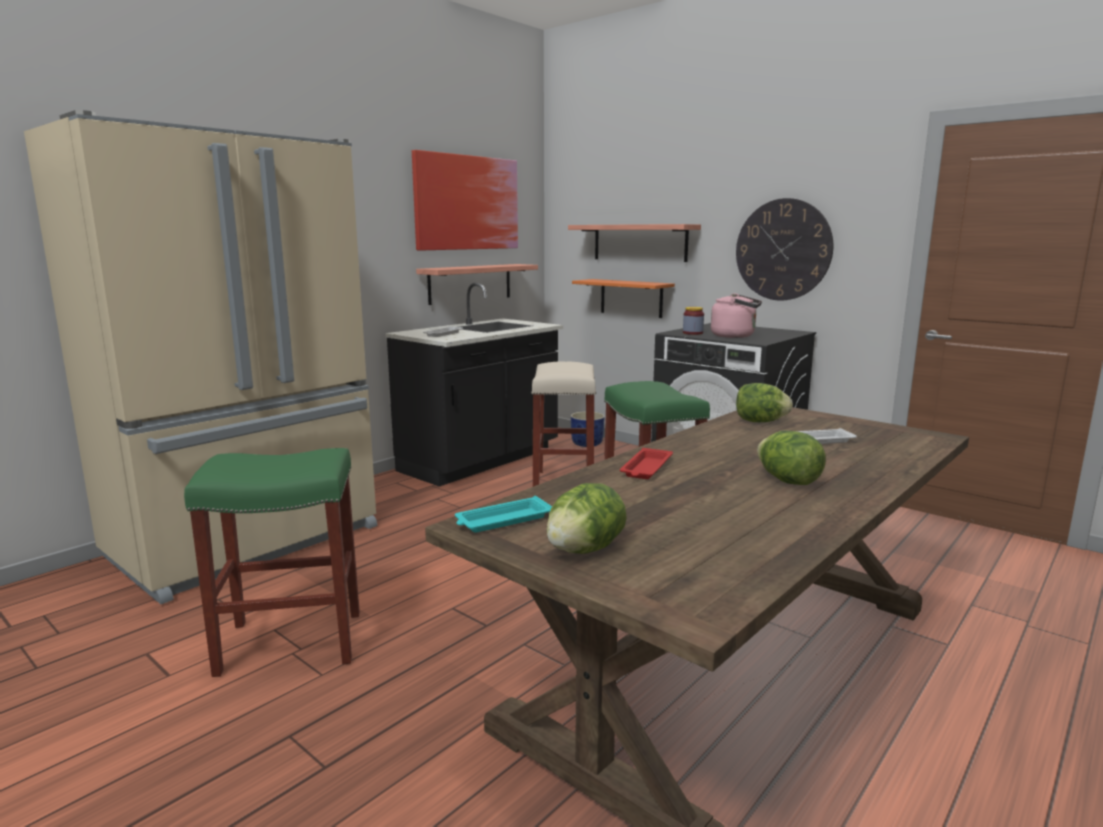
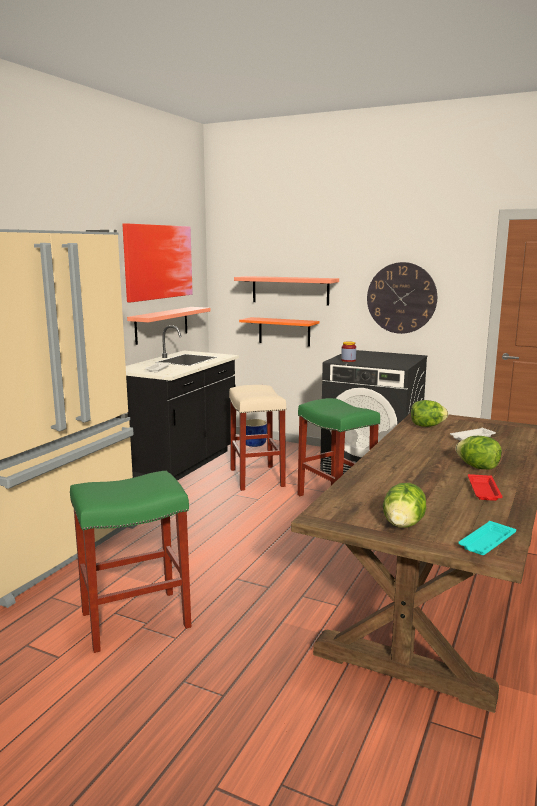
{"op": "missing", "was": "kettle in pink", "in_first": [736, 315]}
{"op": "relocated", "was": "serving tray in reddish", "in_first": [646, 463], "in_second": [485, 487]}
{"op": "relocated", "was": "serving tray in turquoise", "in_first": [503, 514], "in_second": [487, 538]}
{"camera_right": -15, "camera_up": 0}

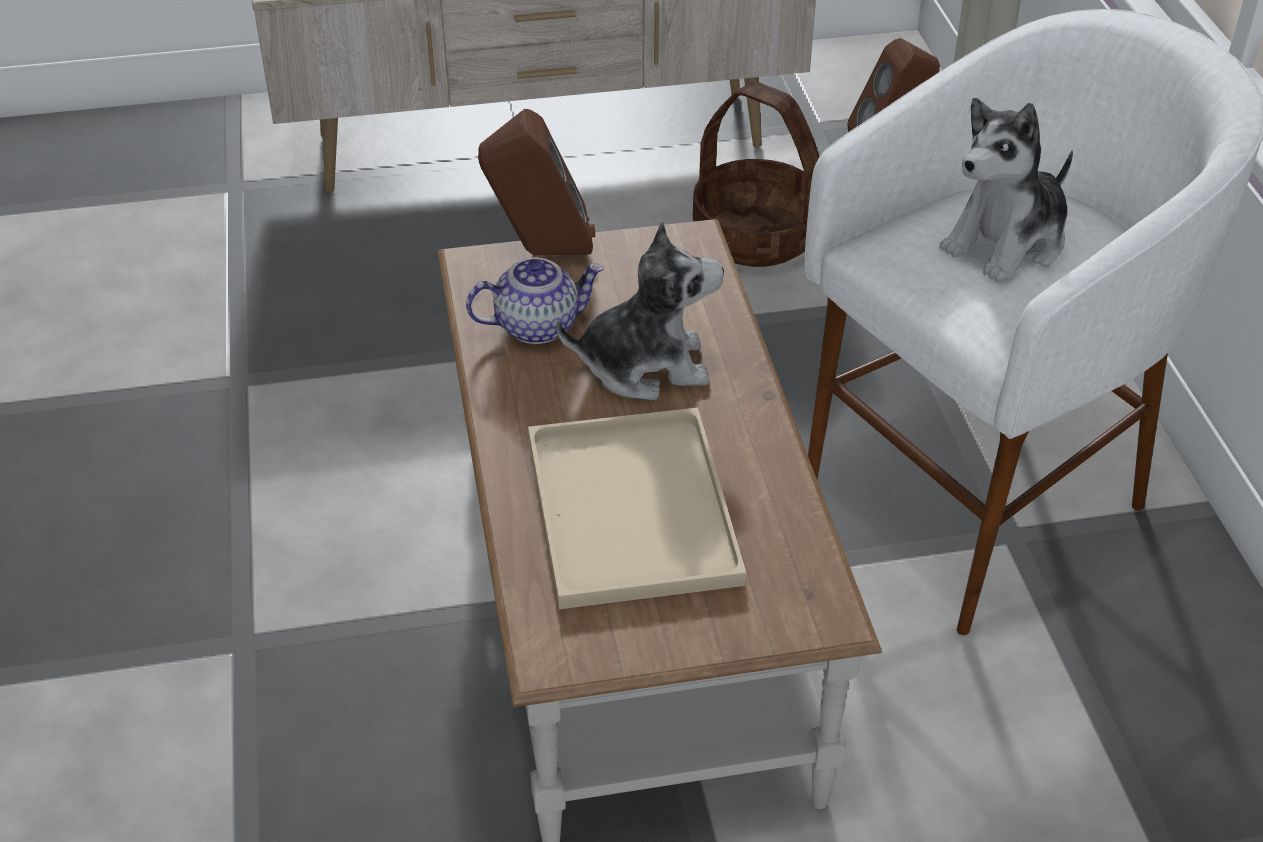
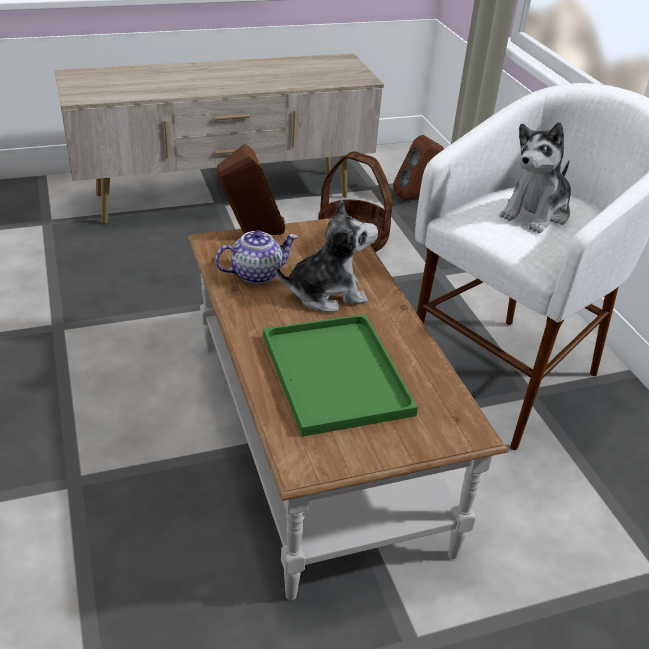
{"op": "colour", "was": "serving tray in beige-coloured", "now": "serving tray in greenish", "in_first": [637, 508], "in_second": [340, 375]}
{"camera_right": -10, "camera_up": -5}

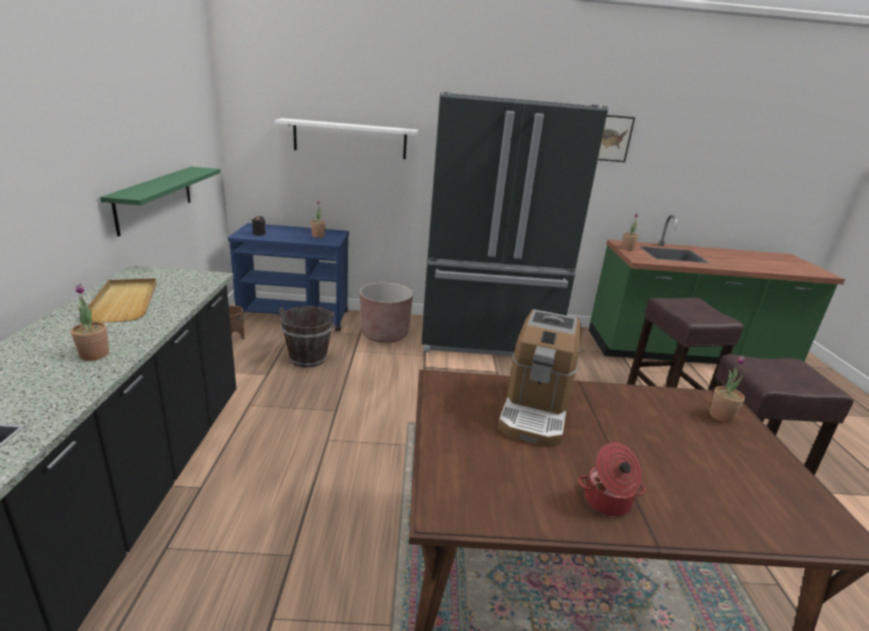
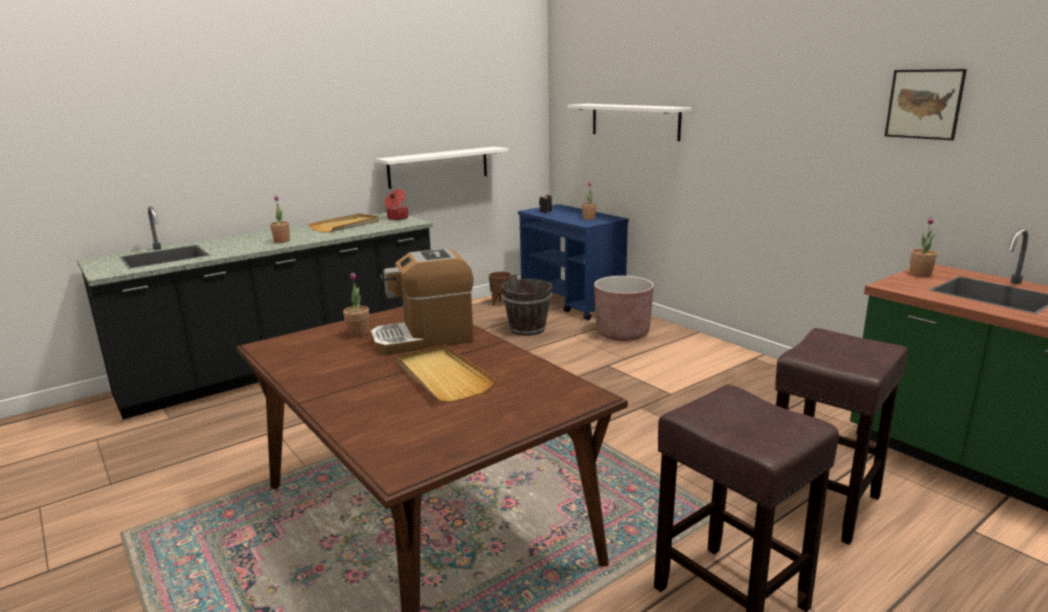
{"op": "missing", "was": "refrigerator in black", "in_first": [515, 224]}
{"op": "colour", "was": "shelf in greenish", "now": "shelf in whitish", "in_first": [160, 202], "in_second": [441, 168]}
{"op": "relocated", "was": "plant in a pot", "in_first": [727, 389], "in_second": [356, 305]}
{"op": "relocated", "was": "cooking pot", "in_first": [612, 479], "in_second": [396, 204]}
{"op": "appeared", "now": "serving tray in beige-coloured", "in_second": [446, 373]}
{"camera_right": 55, "camera_up": -5}

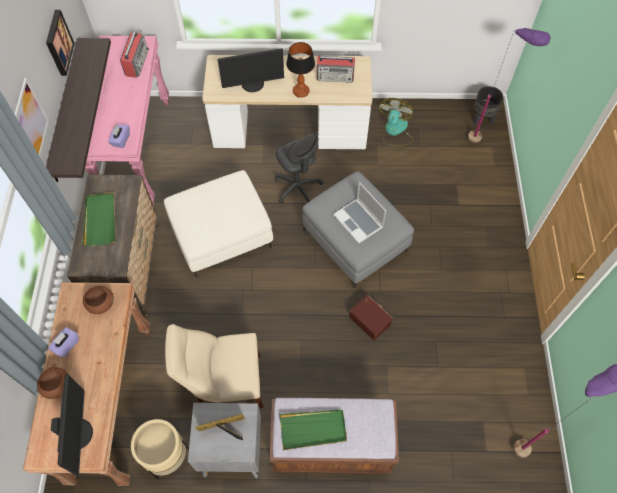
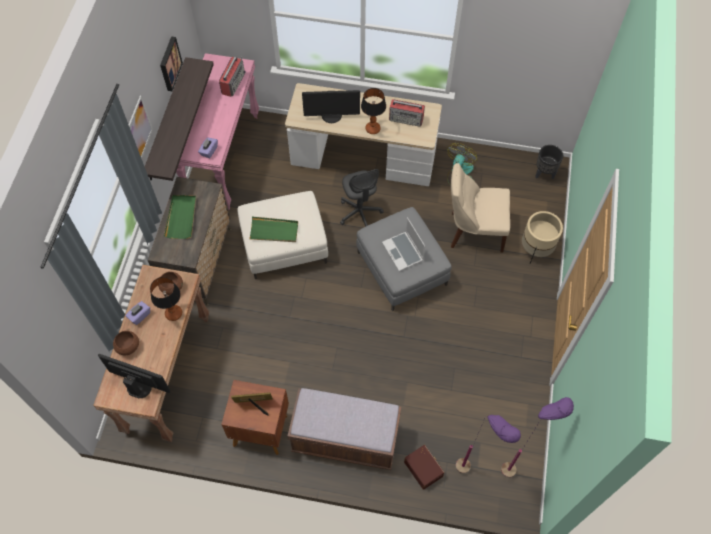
{"op": "relocated", "was": "standard lamp in purple-coloured", "in_first": [509, 85], "in_second": [488, 444]}
{"op": "relocated", "was": "storage box in brown", "in_first": [371, 317], "in_second": [424, 467]}
{"op": "relocated", "was": "upright chair in beige-coloured", "in_first": [214, 366], "in_second": [480, 208]}
{"op": "spun", "was": "monitor", "in_first": [72, 425], "in_second": [134, 376], "clockwise": -75}
{"op": "colour", "was": "night table in greyish", "now": "night table in brown", "in_first": [224, 440], "in_second": [255, 417]}
{"op": "relocated", "was": "serving tray in greenish", "in_first": [313, 430], "in_second": [273, 229]}
{"op": "relocated", "was": "planter in beige-coloured", "in_first": [160, 449], "in_second": [542, 237]}
{"op": "appeared", "now": "lamp for a table", "in_second": [166, 299]}
{"camera_right": 10, "camera_up": 0}

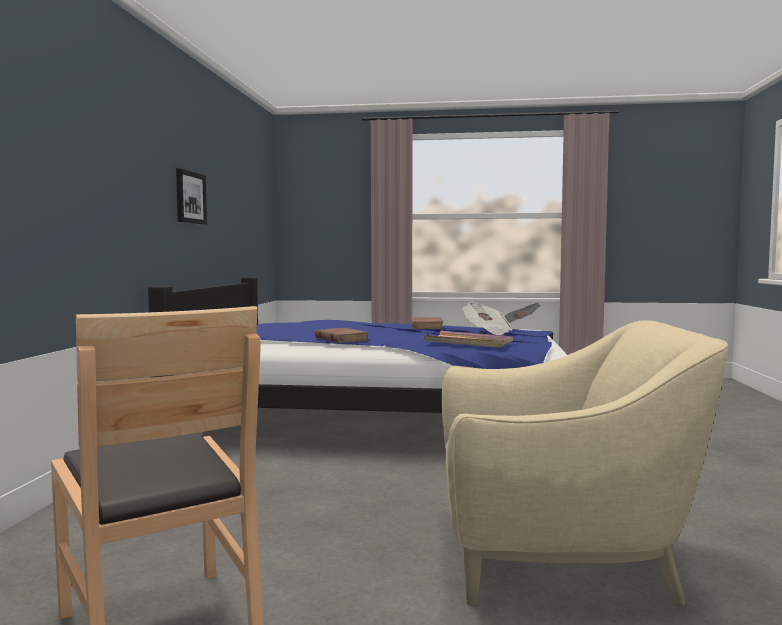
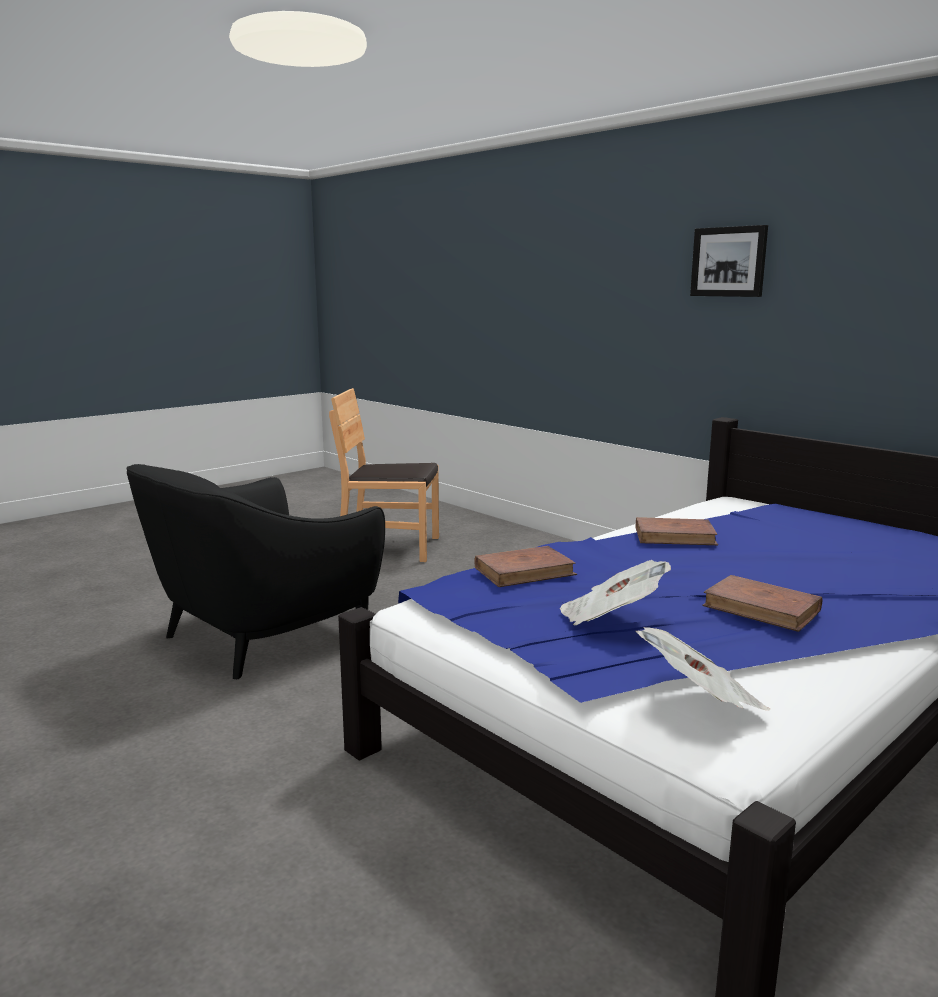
{"op": "relocated", "was": "wall art", "in_first": [191, 196], "in_second": [729, 261]}
{"op": "colour", "was": "armchair in beige-coloured", "now": "armchair in black", "in_first": [585, 463], "in_second": [255, 571]}
{"op": "exchanged", "was": "serving tray in pink", "now": "bound book in brown", "in_first": [468, 339], "in_second": [525, 566]}
{"camera_right": 130, "camera_up": 10}

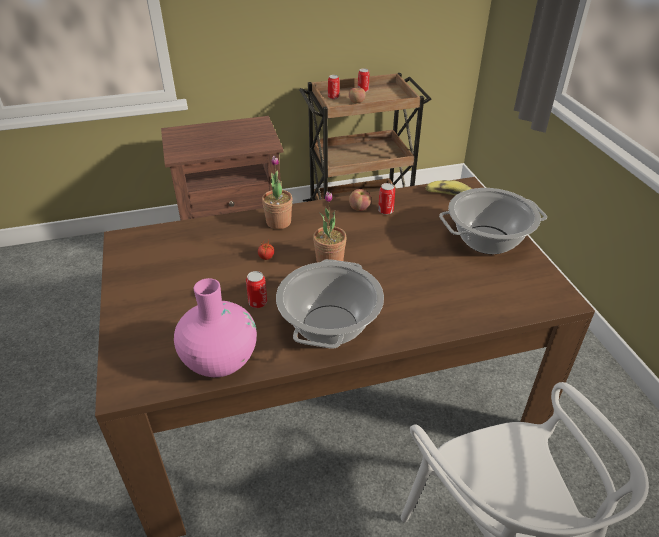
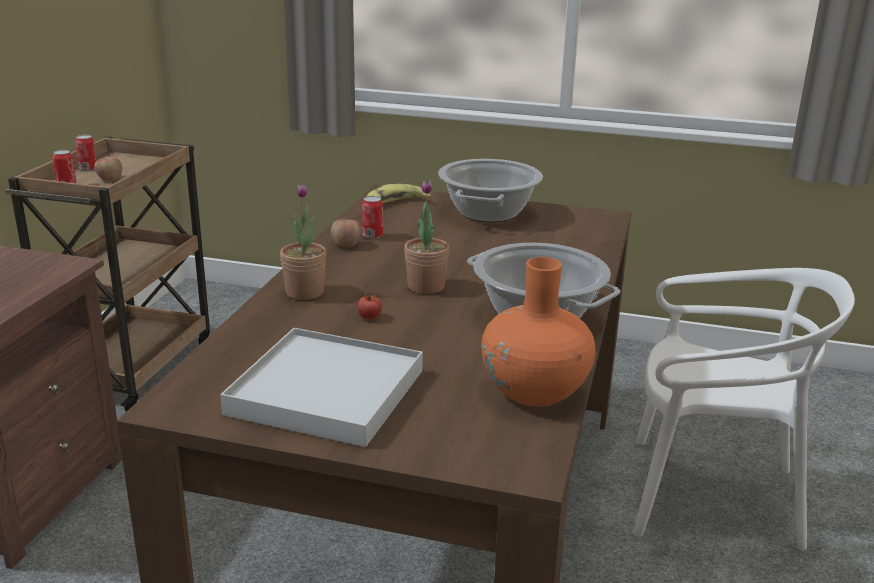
{"op": "missing", "was": "can", "in_first": [256, 289]}
{"op": "colour", "was": "vase in pink", "now": "vase in orangey", "in_first": [215, 327], "in_second": [538, 332]}
{"op": "appeared", "now": "serving tray in whitish", "in_second": [321, 387]}
{"camera_right": -60, "camera_up": -15}

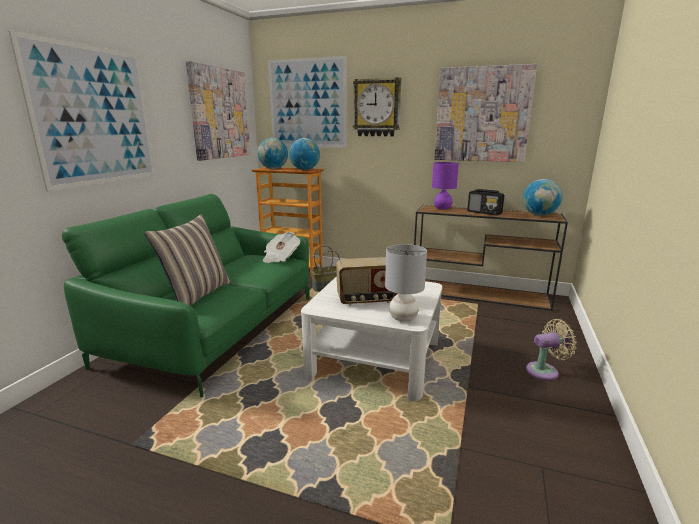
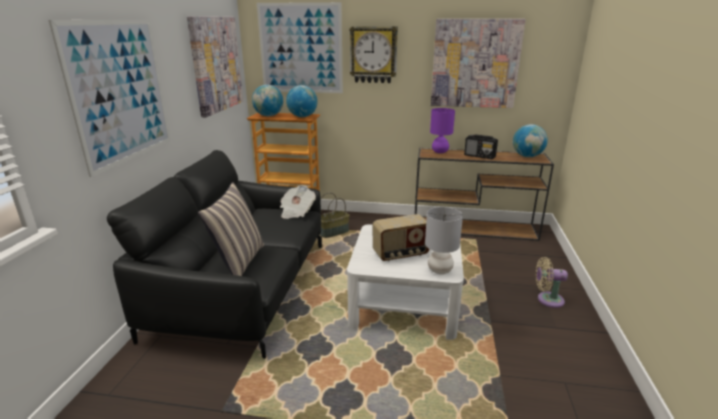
{"op": "colour", "was": "couch in greenish", "now": "couch in black", "in_first": [185, 295], "in_second": [214, 254]}
{"op": "spun", "was": "cooling fan in beige-coloured", "in_first": [551, 349], "in_second": [552, 282], "clockwise": -150}
{"camera_right": -10, "camera_up": 5}

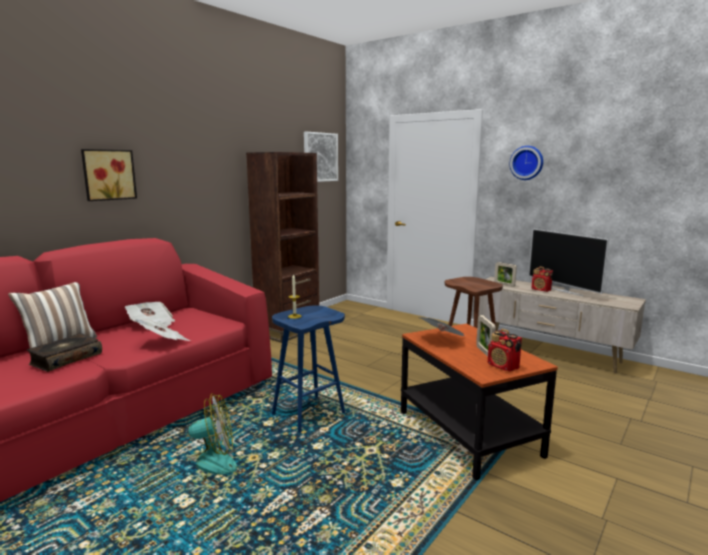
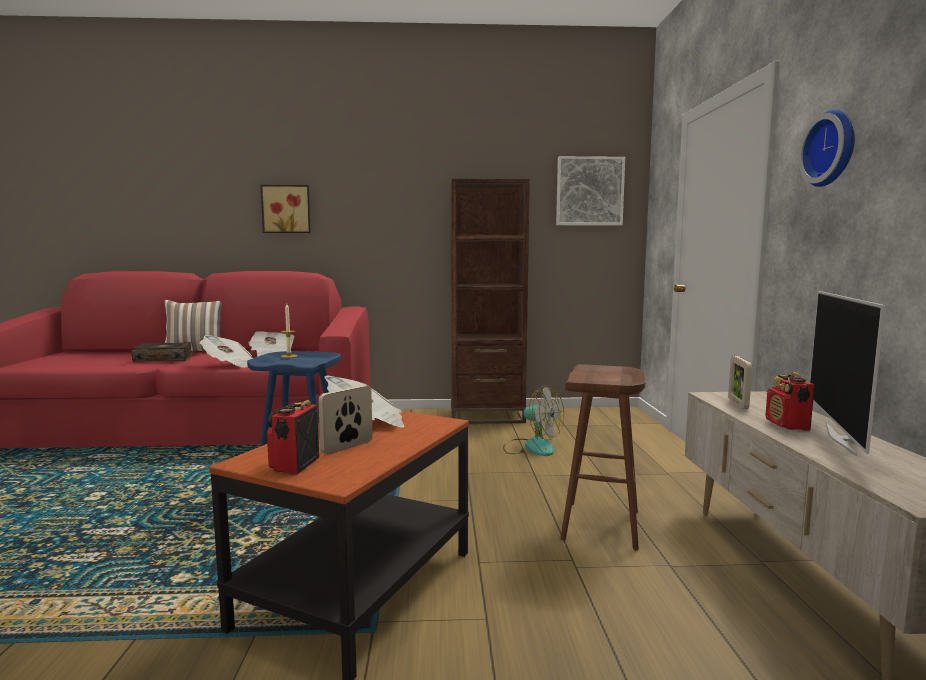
{"op": "relocated", "was": "cooling fan", "in_first": [205, 437], "in_second": [533, 421]}
{"camera_right": 50, "camera_up": -5}

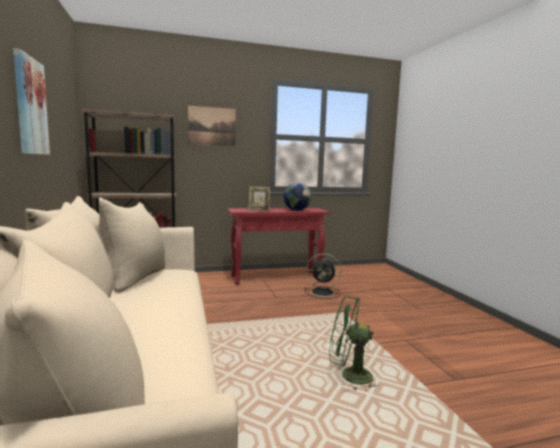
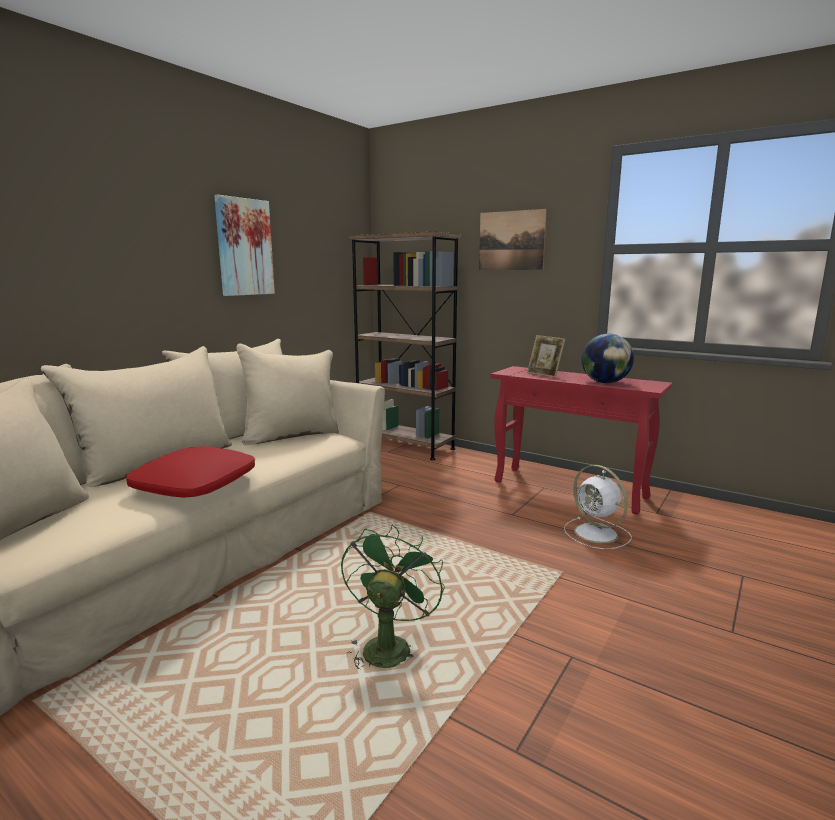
{"op": "colour", "was": "cooling fan in black", "now": "cooling fan in whitish", "in_first": [323, 276], "in_second": [598, 507]}
{"op": "spun", "was": "cooling fan in greenish", "in_first": [353, 343], "in_second": [393, 596], "clockwise": 45}
{"op": "appeared", "now": "pillow in reddish", "in_second": [190, 472]}
{"camera_right": 50, "camera_up": 5}

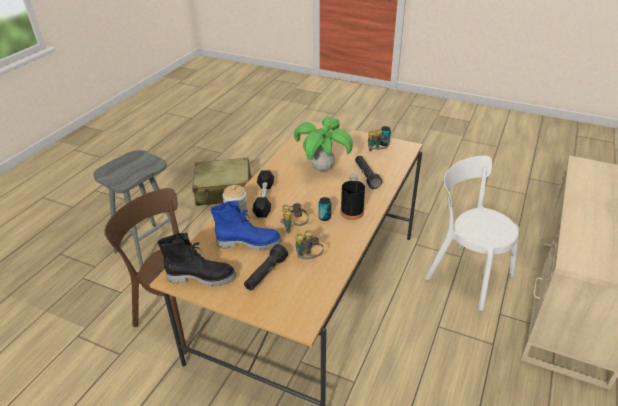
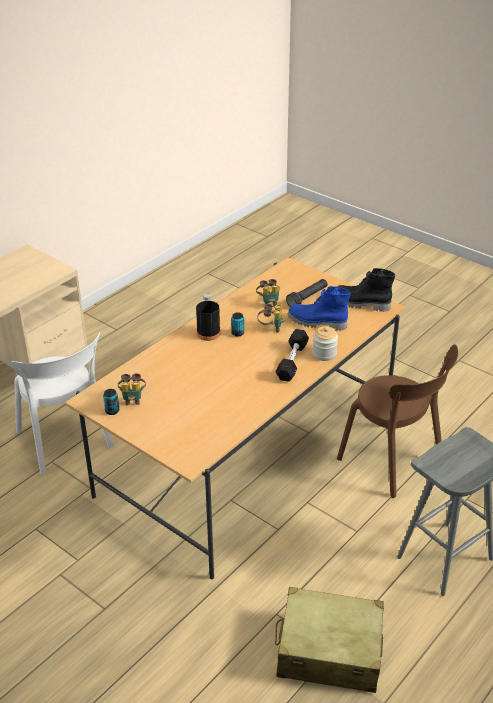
{"op": "missing", "was": "plant in a pot", "in_first": [323, 144]}
{"op": "missing", "was": "torch in black", "in_first": [368, 172]}
{"camera_right": -165, "camera_up": 0}

